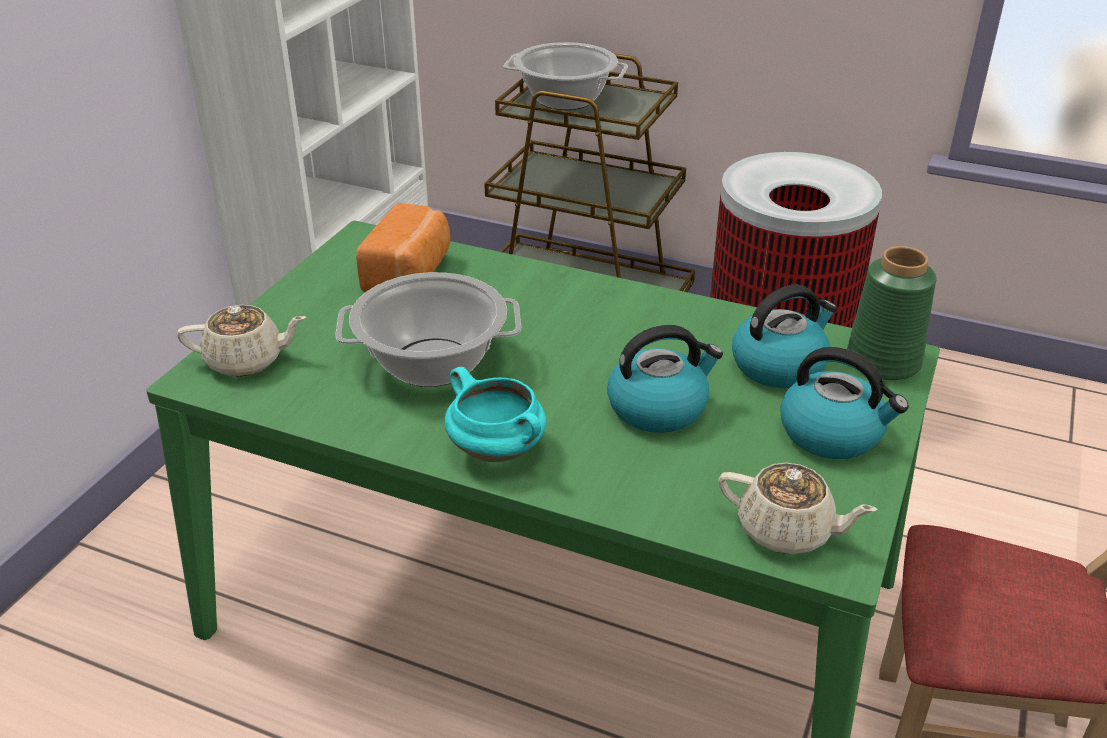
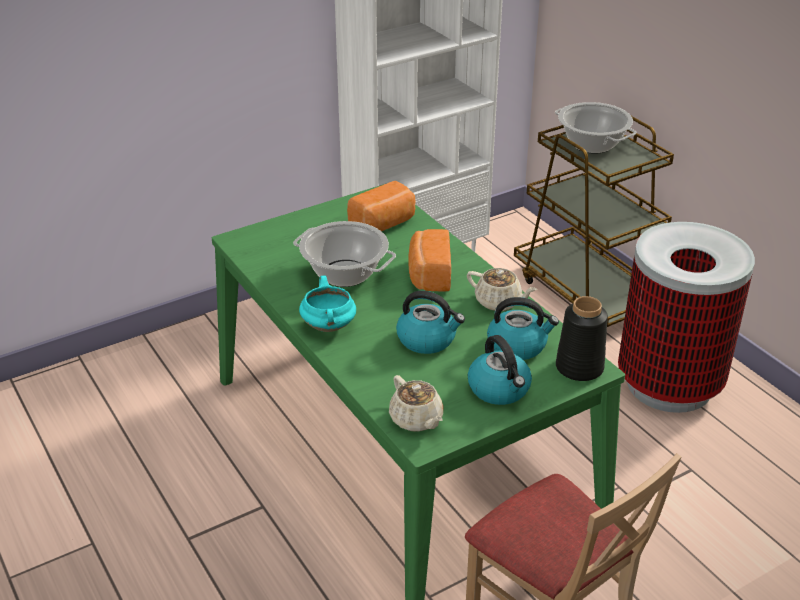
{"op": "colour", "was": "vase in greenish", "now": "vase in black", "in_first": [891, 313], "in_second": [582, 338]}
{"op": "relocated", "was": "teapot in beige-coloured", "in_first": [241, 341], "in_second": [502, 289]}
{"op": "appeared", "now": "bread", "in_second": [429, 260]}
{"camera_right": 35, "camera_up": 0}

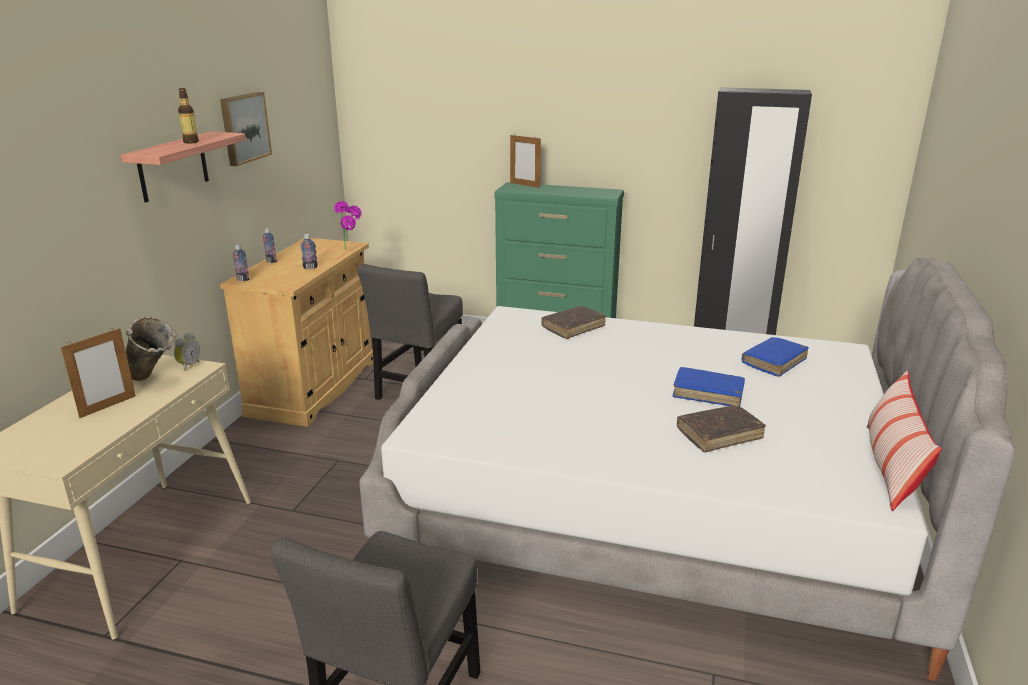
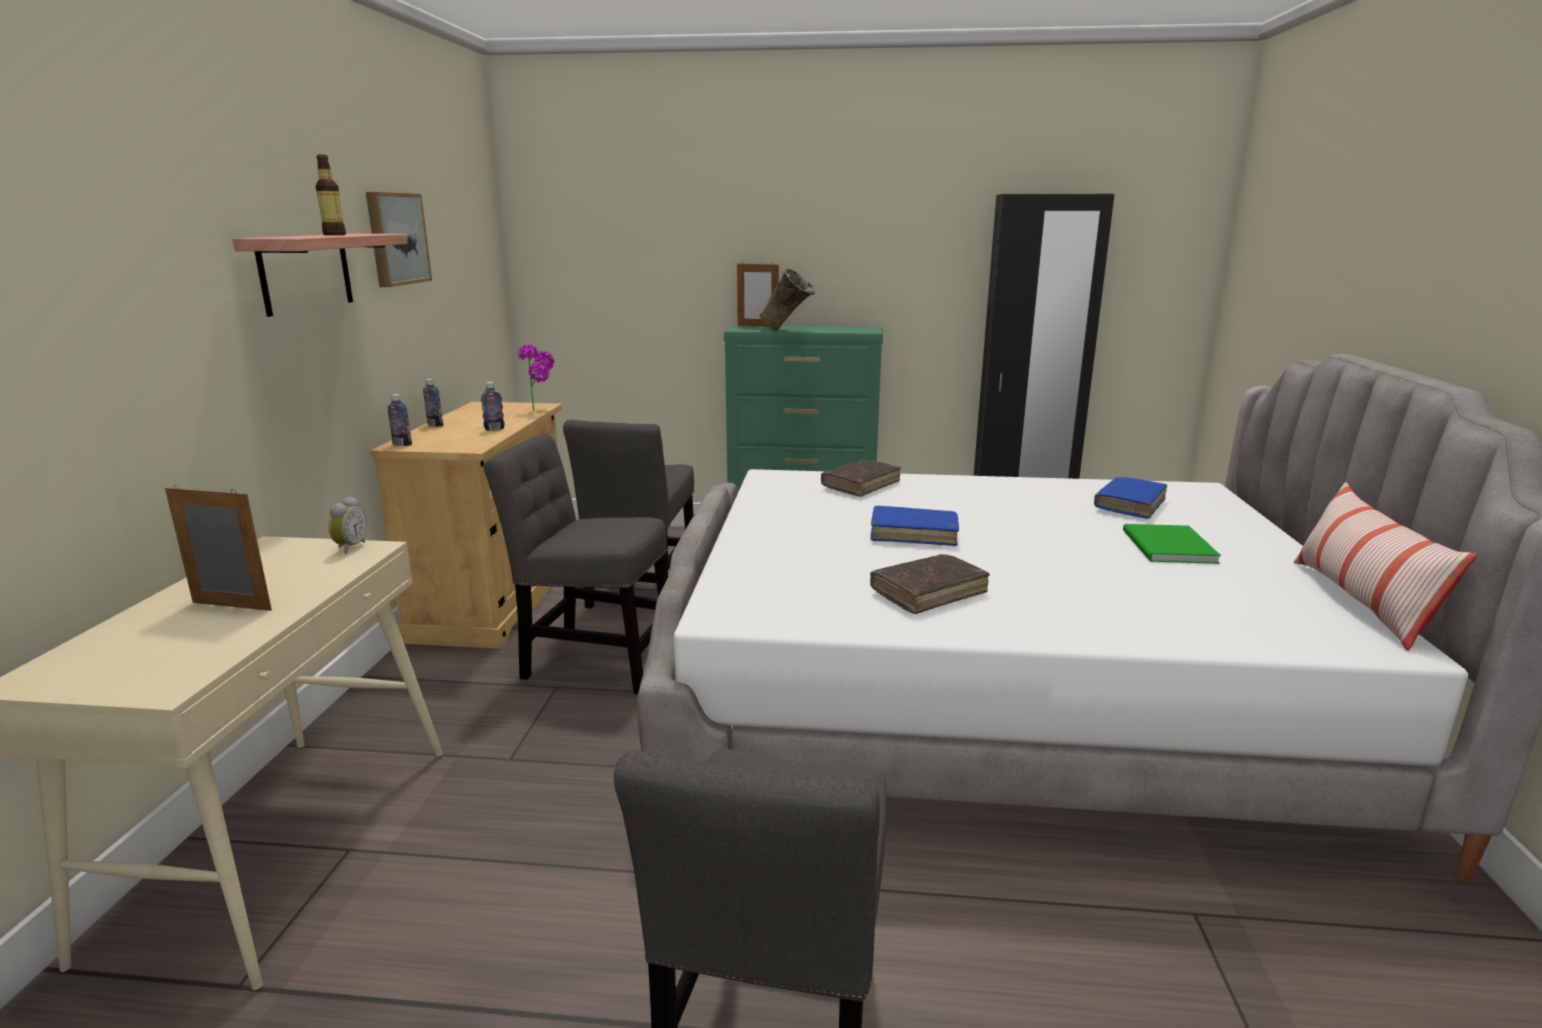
{"op": "relocated", "was": "vase in beige-coloured", "in_first": [151, 348], "in_second": [787, 299]}
{"op": "spun", "was": "picture frame", "in_first": [98, 373], "in_second": [218, 548], "clockwise": -105}
{"op": "relocated", "was": "bound book in blue", "in_first": [709, 387], "in_second": [914, 526]}
{"op": "relocated", "was": "bound book in brown", "in_first": [721, 428], "in_second": [930, 584]}
{"op": "appeared", "now": "upright chair in greyish", "in_second": [576, 564]}
{"op": "appeared", "now": "bound book in greenish", "in_second": [1172, 544]}
{"camera_right": -10, "camera_up": -5}

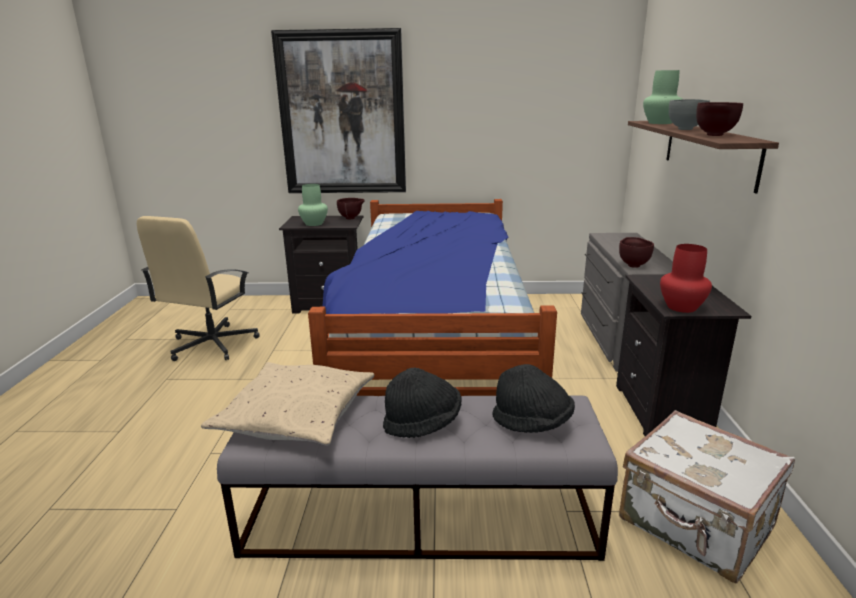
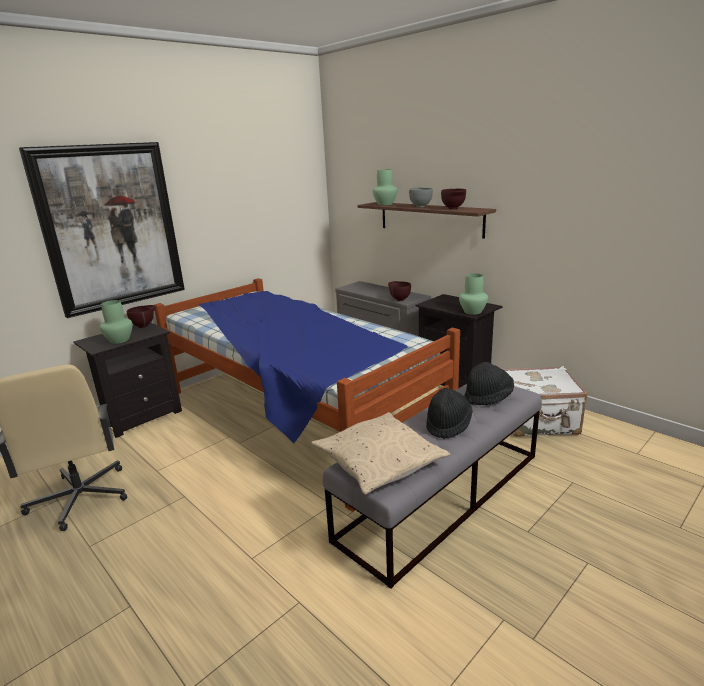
{"op": "colour", "was": "vase in reddish", "now": "vase in greenish", "in_first": [686, 278], "in_second": [473, 294]}
{"camera_right": -45, "camera_up": 0}

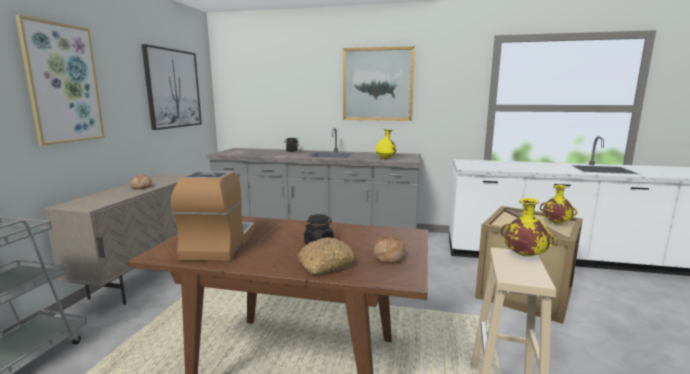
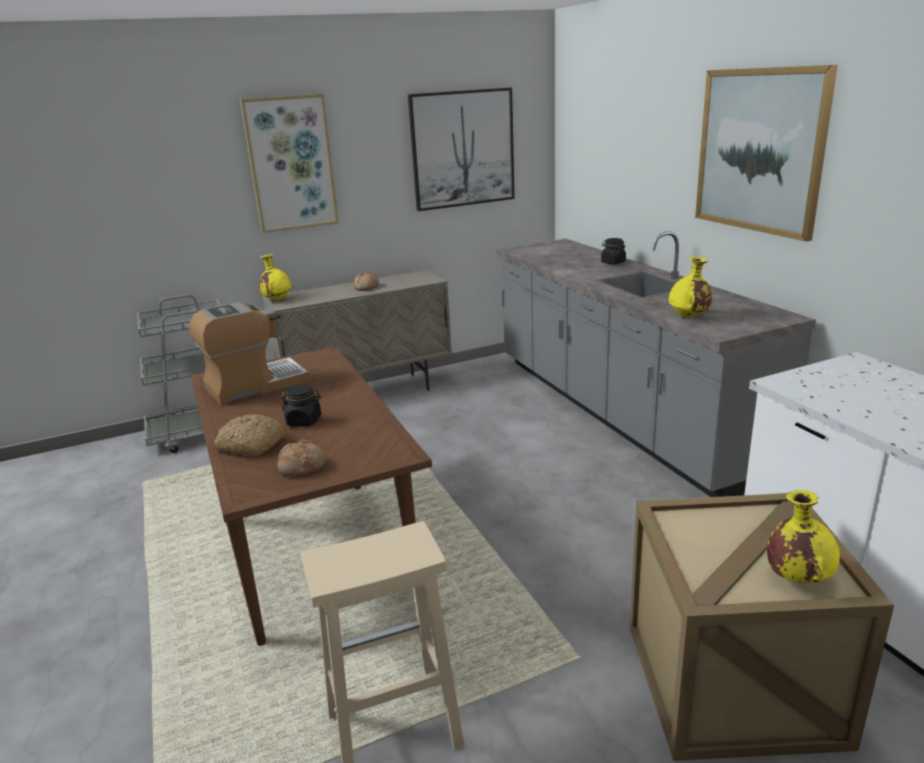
{"op": "relocated", "was": "vase in yellow", "in_first": [528, 227], "in_second": [275, 277]}
{"camera_right": 55, "camera_up": 10}

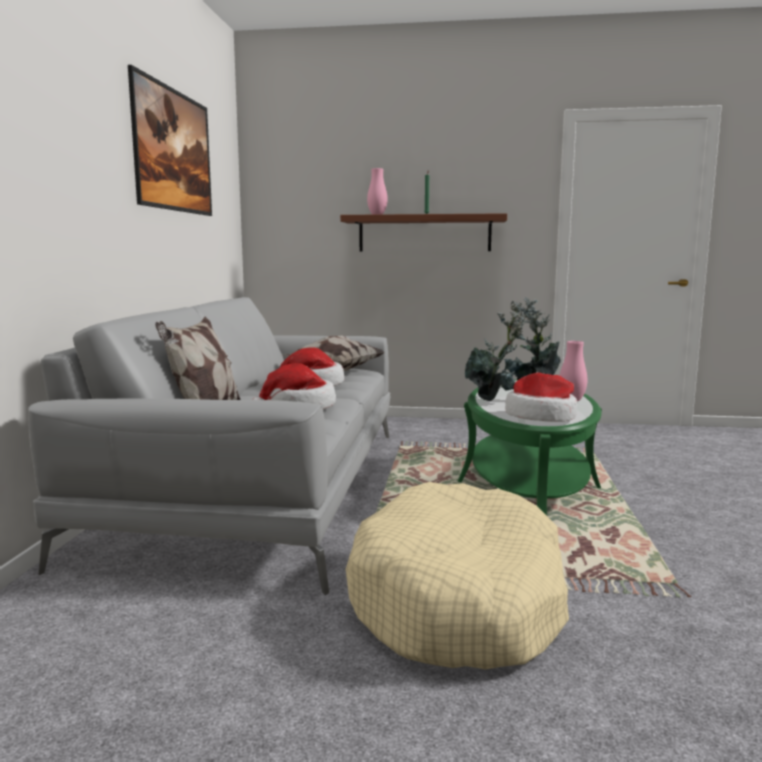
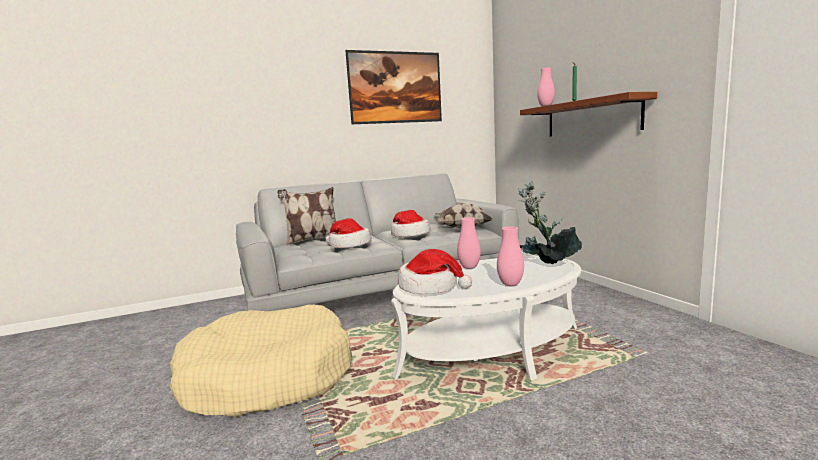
{"op": "exchanged", "was": "plant in a pot", "now": "vase in pink", "in_first": [499, 351], "in_second": [469, 243]}
{"op": "colour", "was": "lounge table in greenish", "now": "lounge table in whitish", "in_first": [530, 447], "in_second": [486, 318]}
{"camera_right": 60, "camera_up": 0}

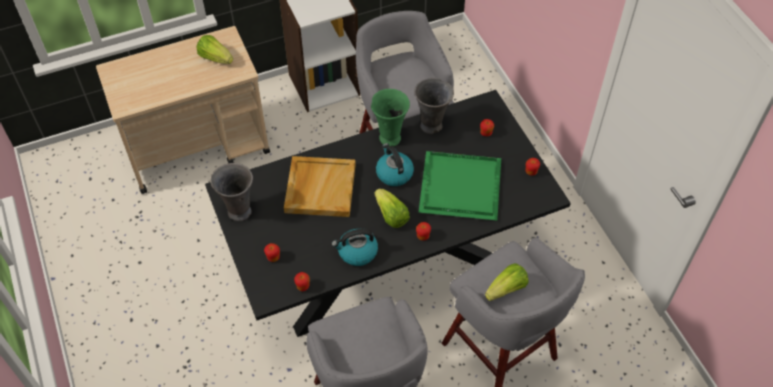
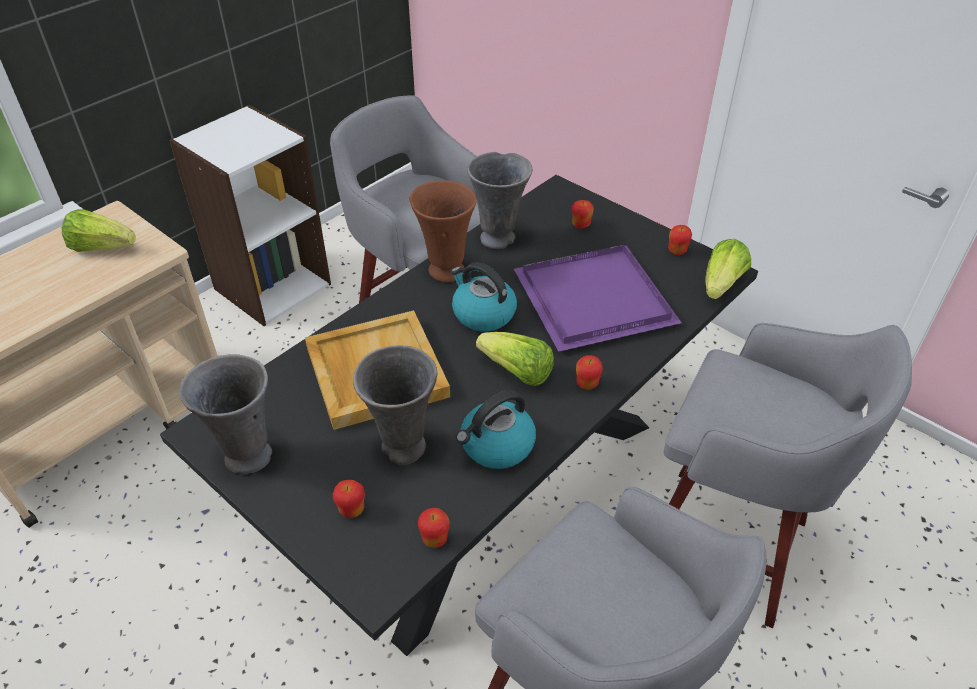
{"op": "colour", "was": "vase in greenish", "now": "vase in brown", "in_first": [390, 118], "in_second": [443, 231]}
{"op": "colour", "was": "serving tray in greenish", "now": "serving tray in purple-coloured", "in_first": [460, 185], "in_second": [598, 298]}
{"op": "relocated", "was": "lettuce head", "in_first": [506, 282], "in_second": [728, 269]}
{"op": "appeared", "now": "vase in greyish", "in_second": [395, 405]}
{"camera_right": -25, "camera_up": -10}

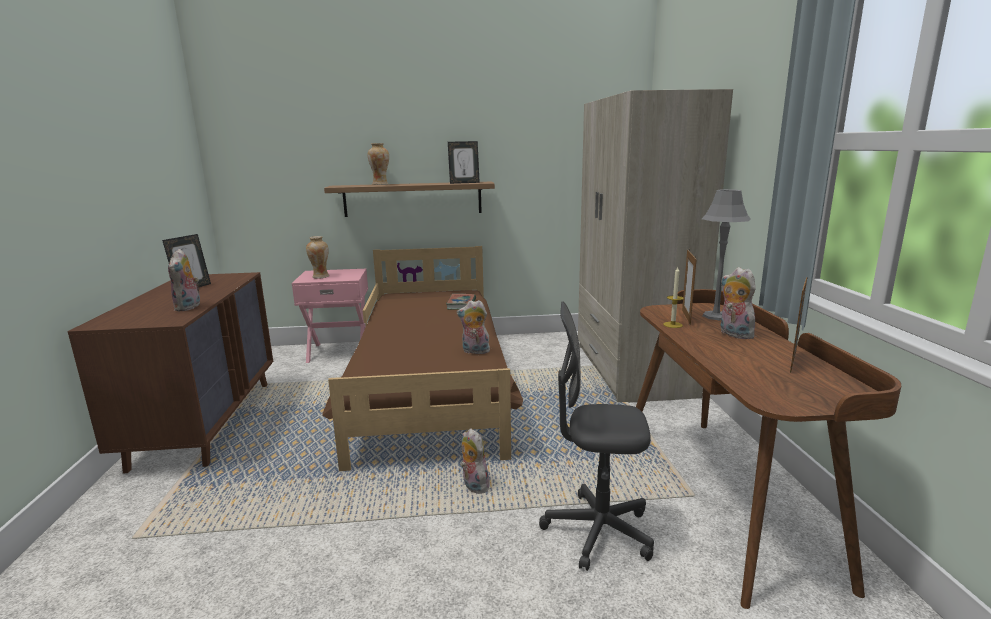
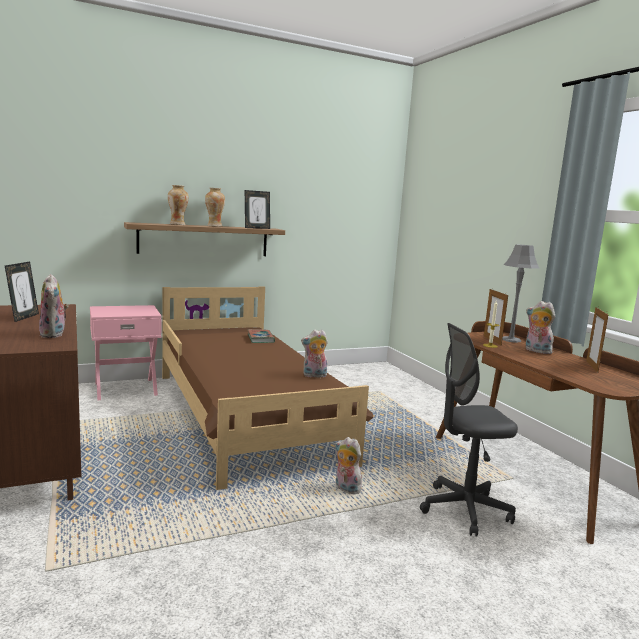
{"op": "missing", "was": "armoire in beige-coloured", "in_first": [655, 246]}
{"op": "relocated", "was": "vase", "in_first": [317, 257], "in_second": [215, 207]}
{"camera_right": -20, "camera_up": -5}

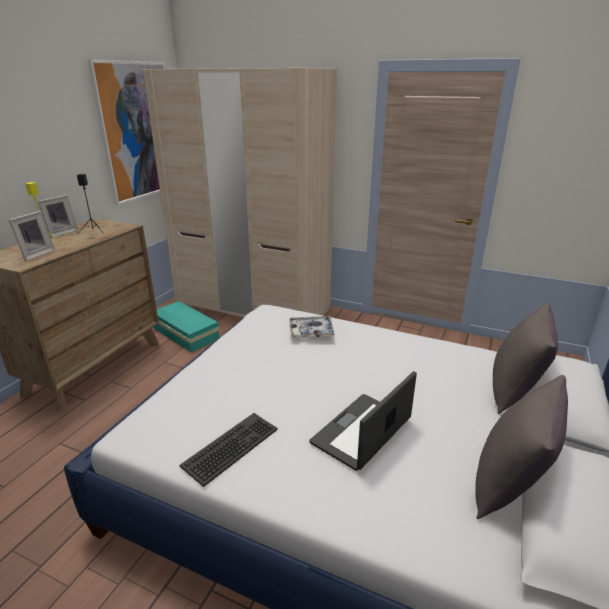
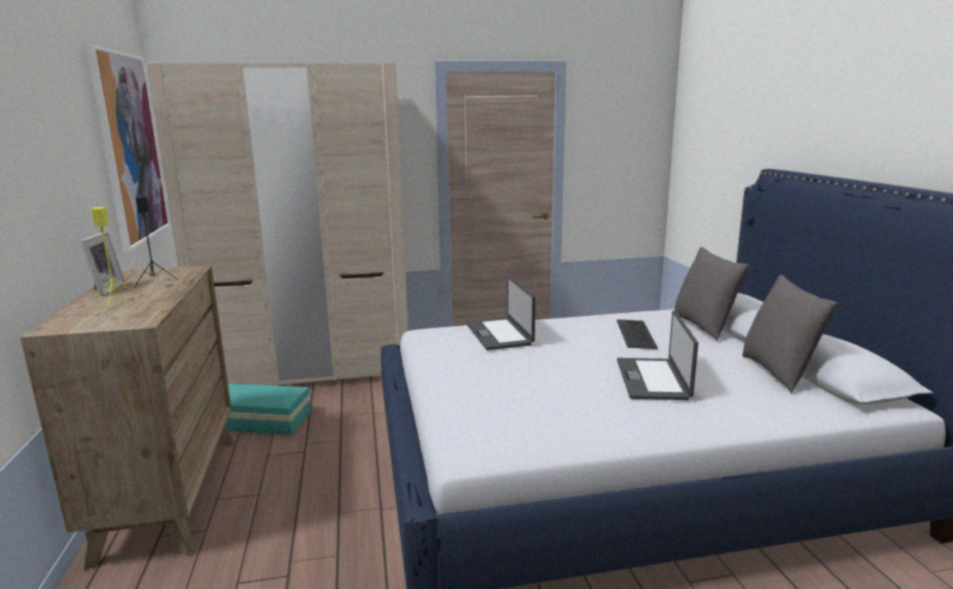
{"op": "missing", "was": "picture frame", "in_first": [32, 236]}
{"op": "exchanged", "was": "serving tray", "now": "laptop", "in_first": [312, 326], "in_second": [500, 313]}
{"op": "relocated", "was": "PC keyboard", "in_first": [229, 450], "in_second": [637, 334]}
{"camera_right": -35, "camera_up": -10}

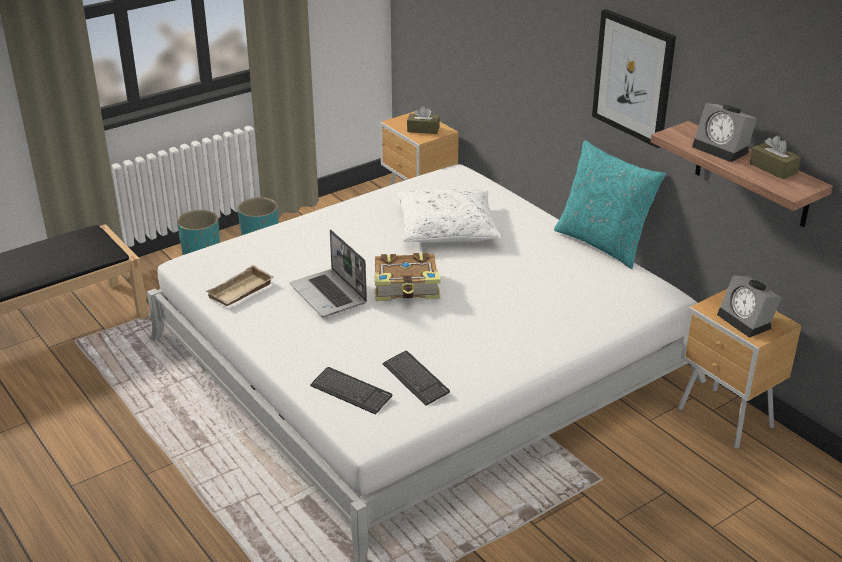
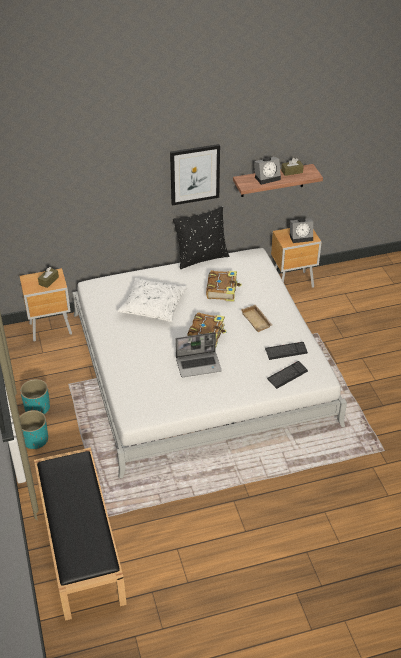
{"op": "colour", "was": "pillow in turquoise", "now": "pillow in black", "in_first": [610, 204], "in_second": [201, 237]}
{"op": "relocated", "was": "serving tray in beige-coloured", "in_first": [240, 285], "in_second": [256, 318]}
{"op": "appeared", "now": "bound book", "in_second": [224, 286]}
{"camera_right": -70, "camera_up": 10}

